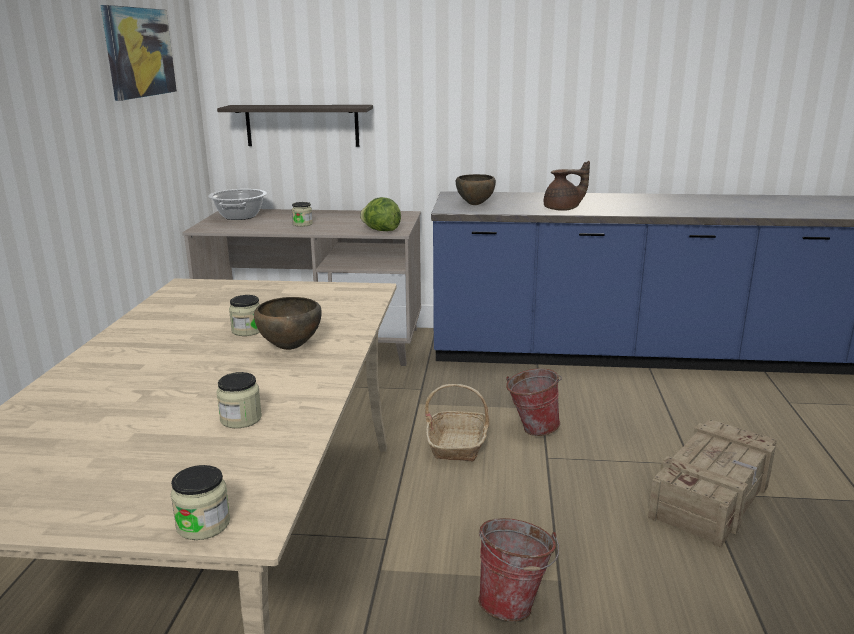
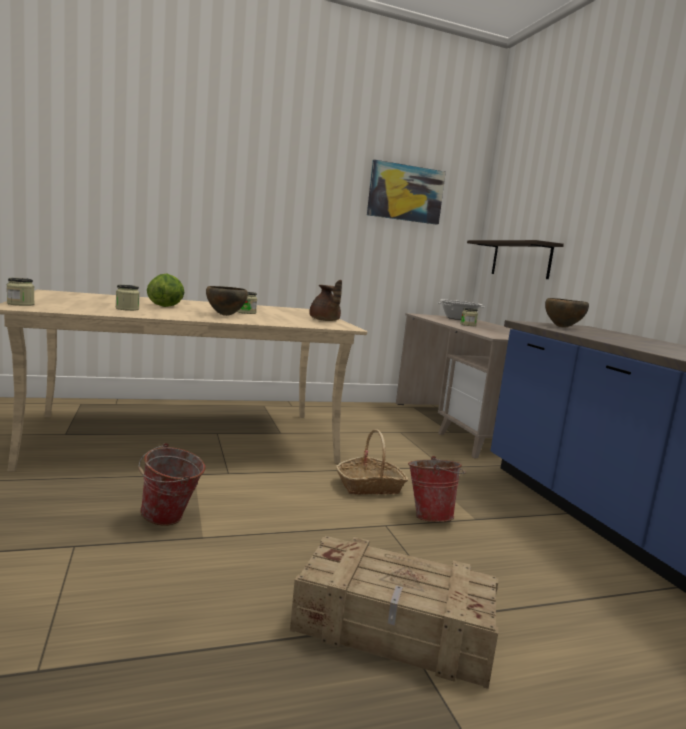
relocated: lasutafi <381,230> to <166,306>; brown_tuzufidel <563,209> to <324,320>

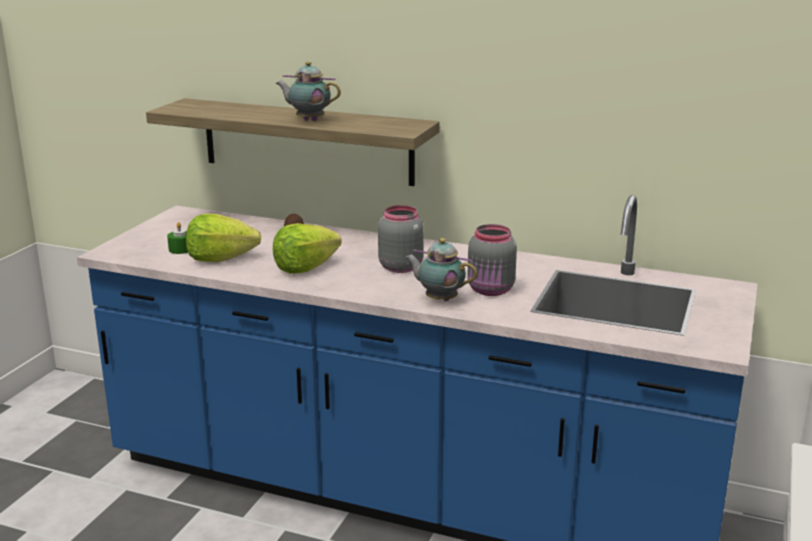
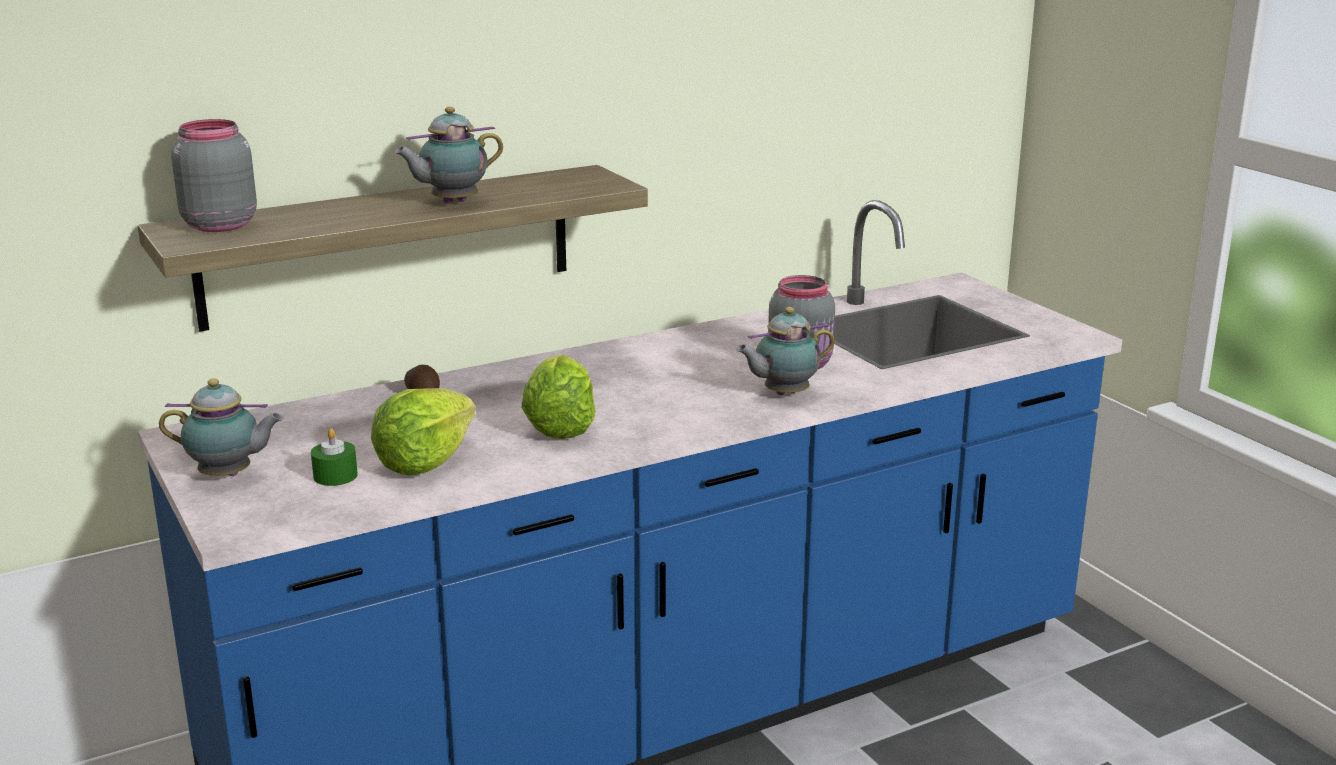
appeared: tuzufidel <229,476>
relocated: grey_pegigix <400,267> to <218,225>

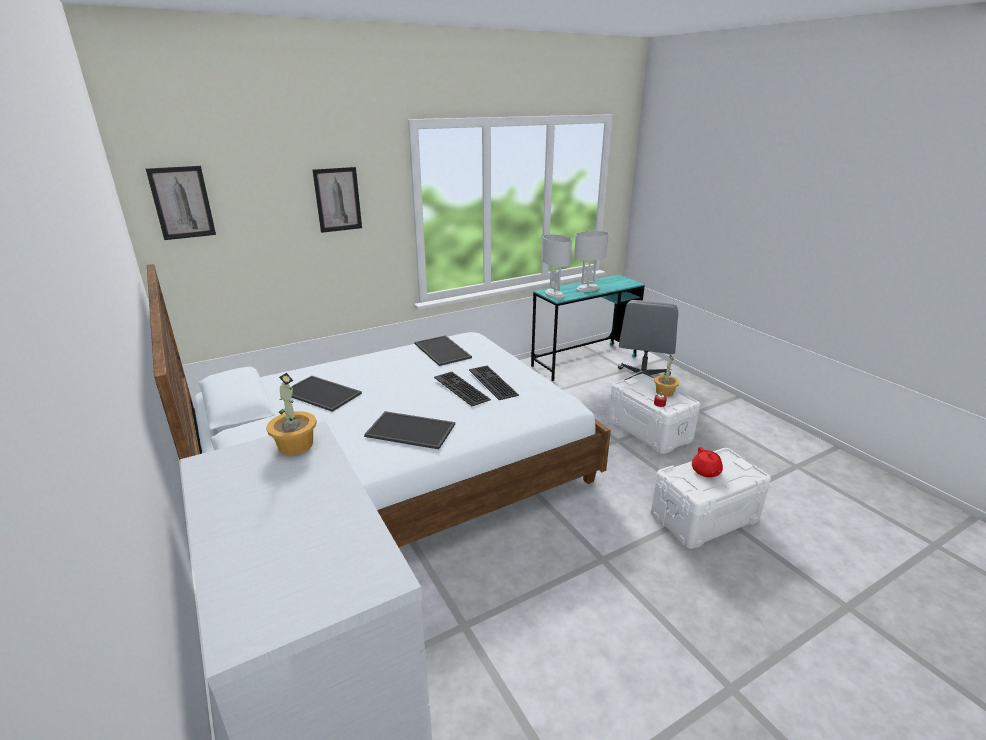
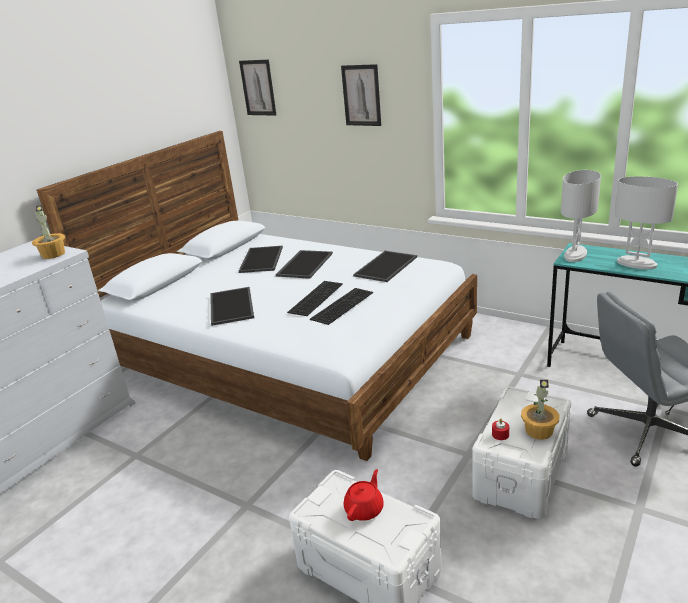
appeared: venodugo <304,264>
spun: red_tuzufidel <706,471> = <365,509> 150 degrees clockwise

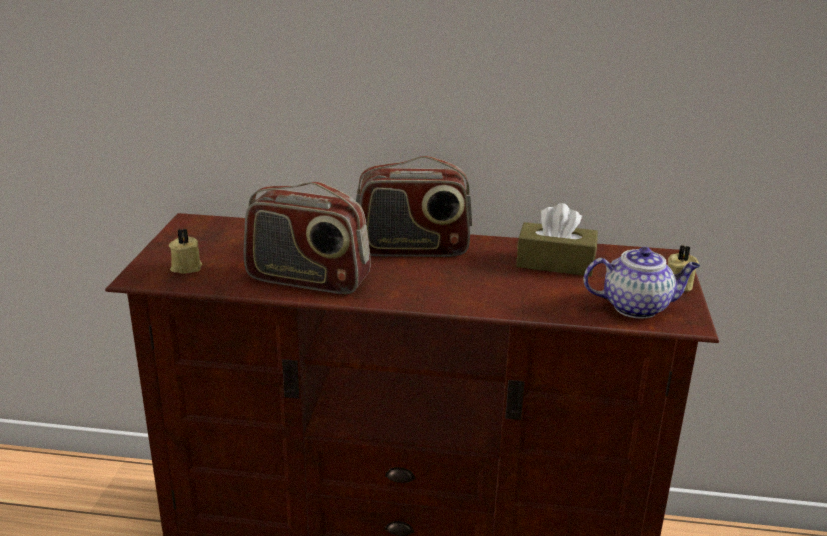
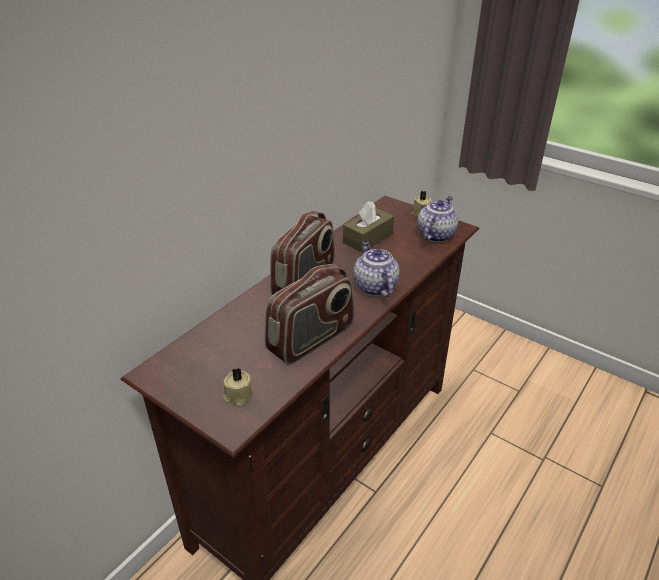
appeared: tuzufidel <374,286>

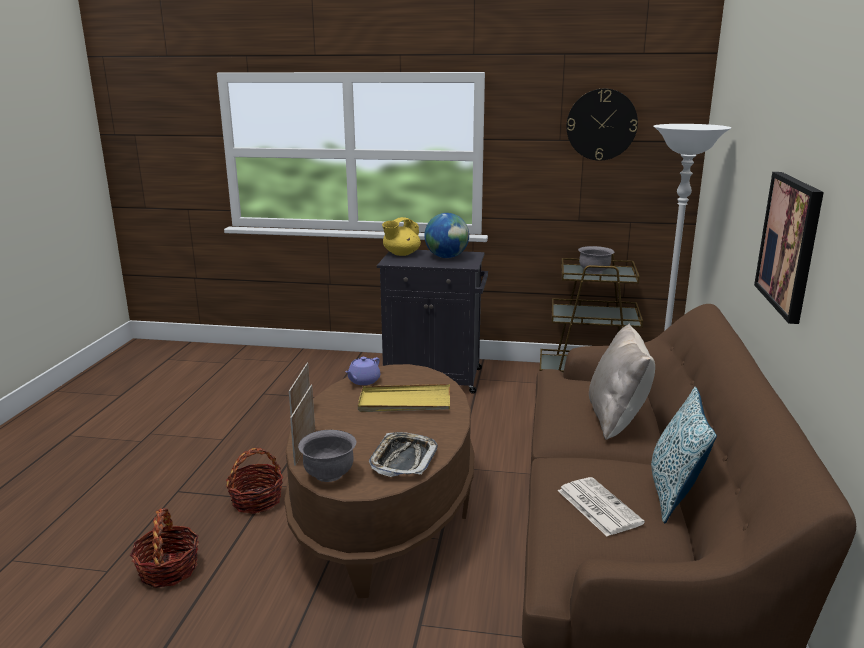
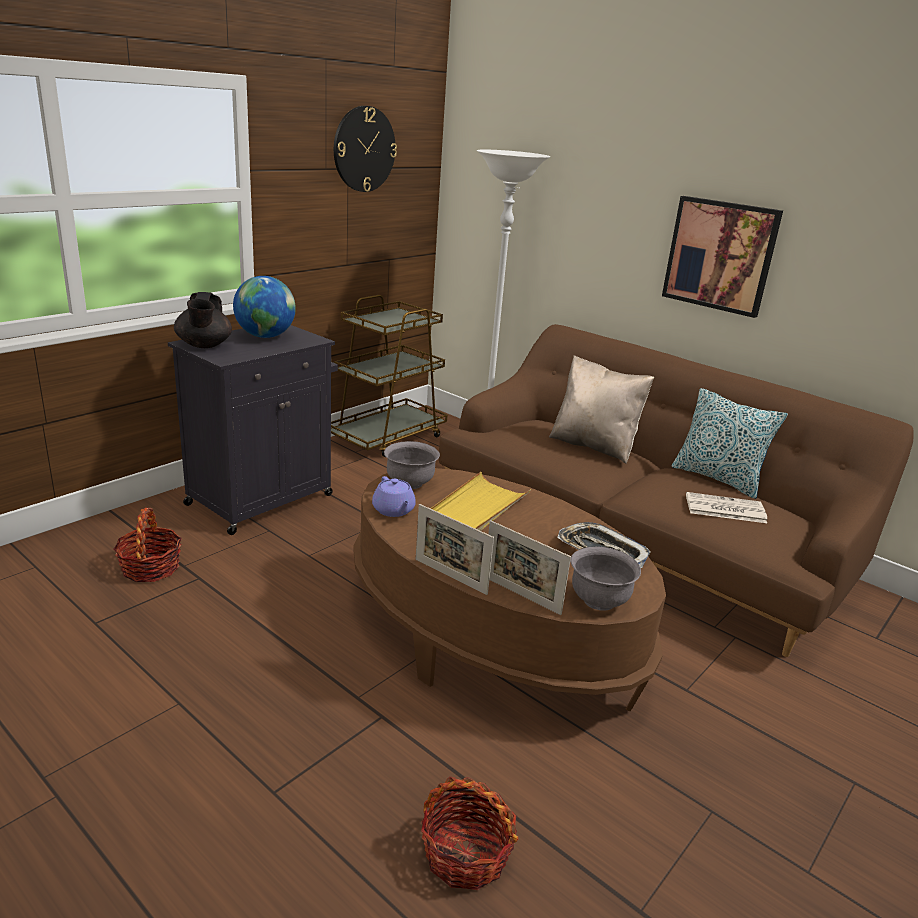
relocated: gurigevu <257,500> to <150,568>; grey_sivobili <594,271> to <410,483>
colour: yellow_tuzufidel <401,254> to black_tuzufidel <204,345>

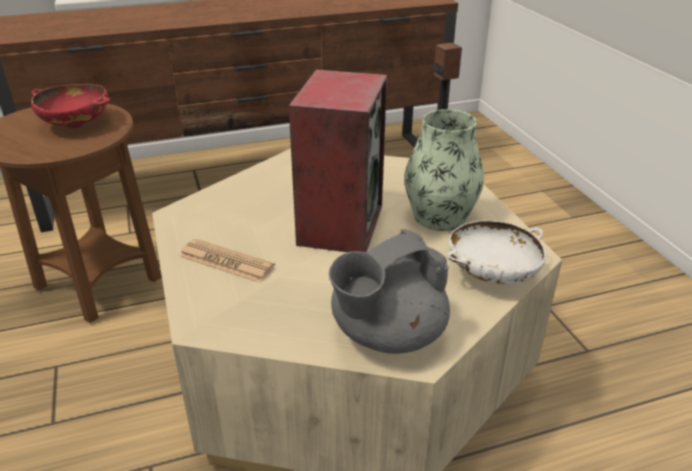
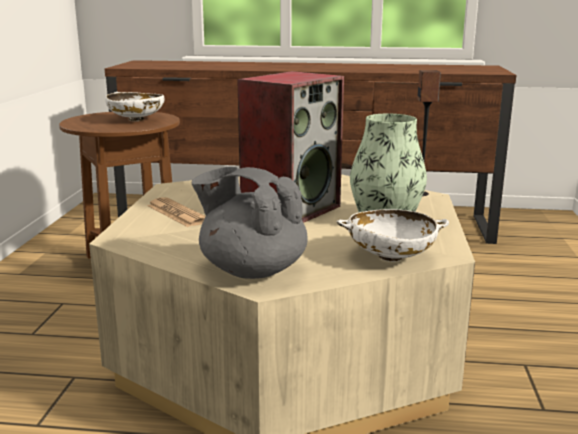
colour: red_sivobili <76,124> to white_sivobili <136,120>
spun: grey_tuzufidel <386,335> = <251,270> 45 degrees clockwise

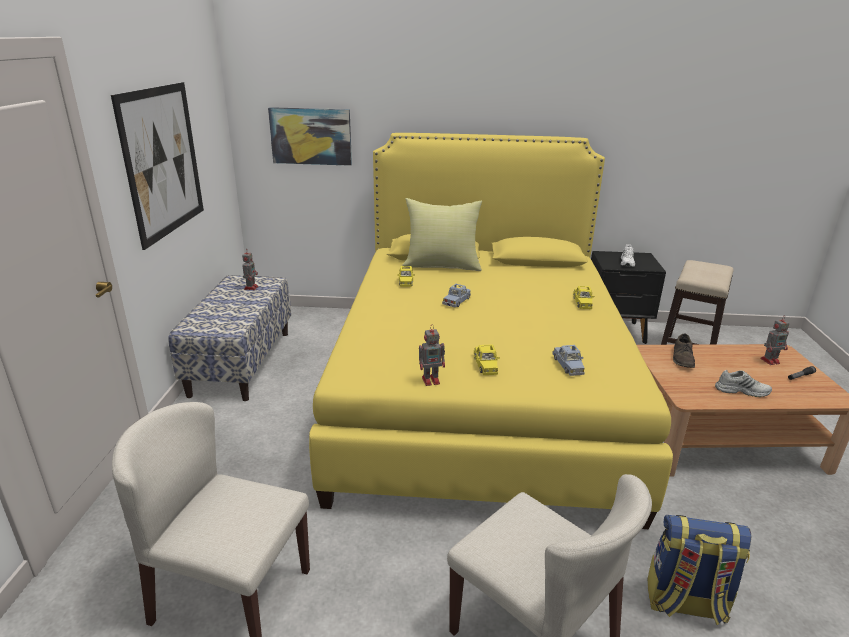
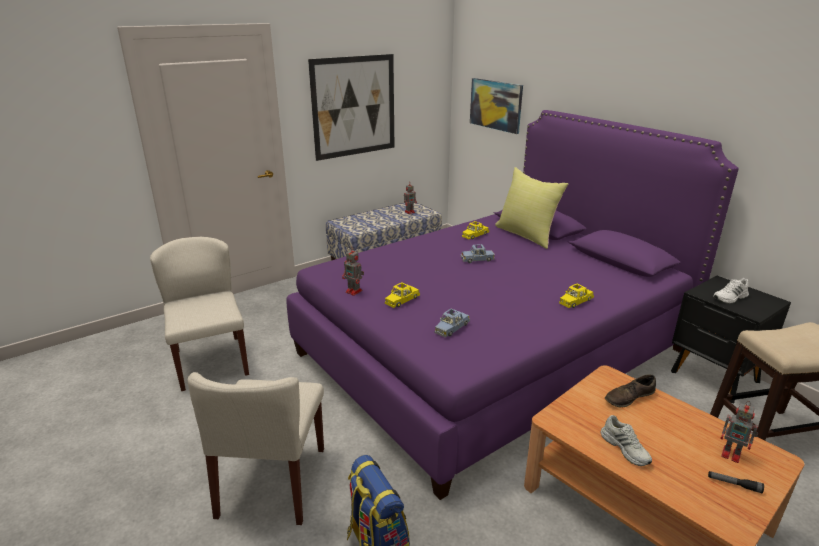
colour: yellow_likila <478,391> to purple_likila <492,351>

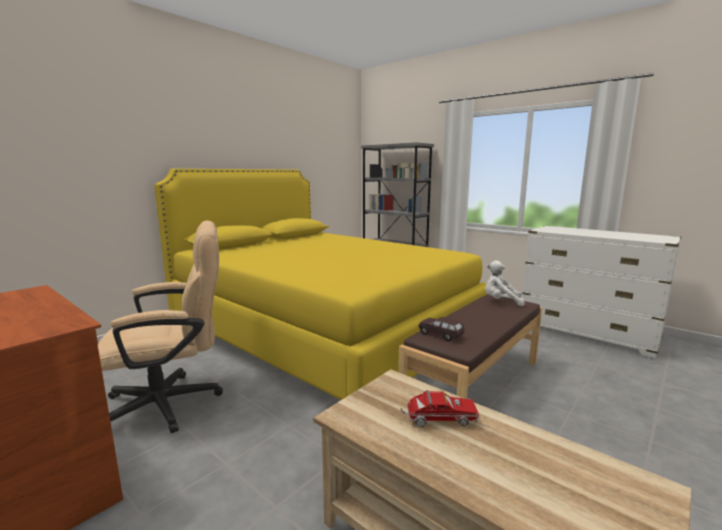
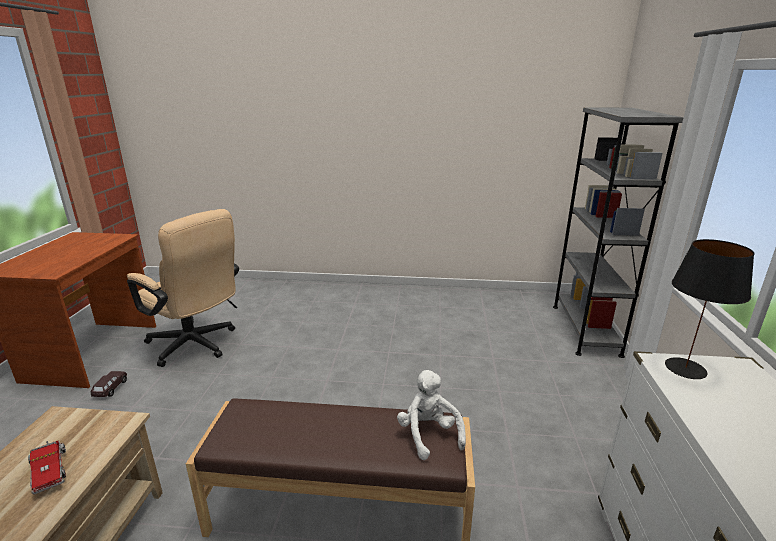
missing: yellow_likila <323,331>
appeared: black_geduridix <685,368>
relocated: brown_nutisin <440,335> to <110,389>

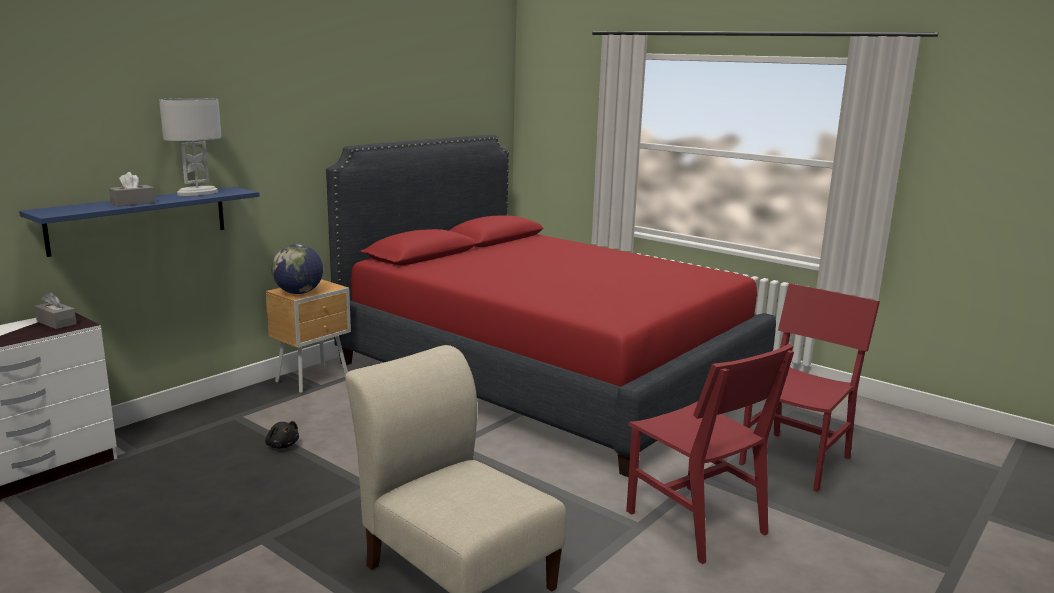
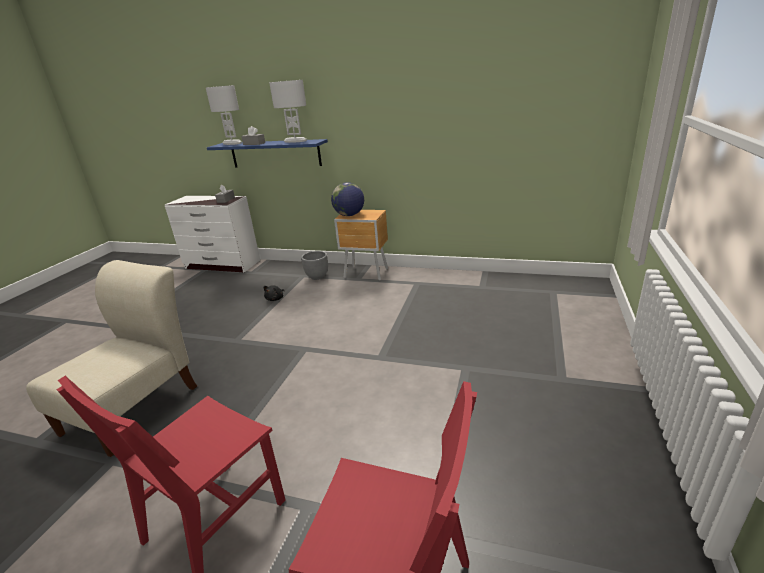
missing: red_likila <546,373>
appeared: white_geduridix <232,143>; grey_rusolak <317,277>

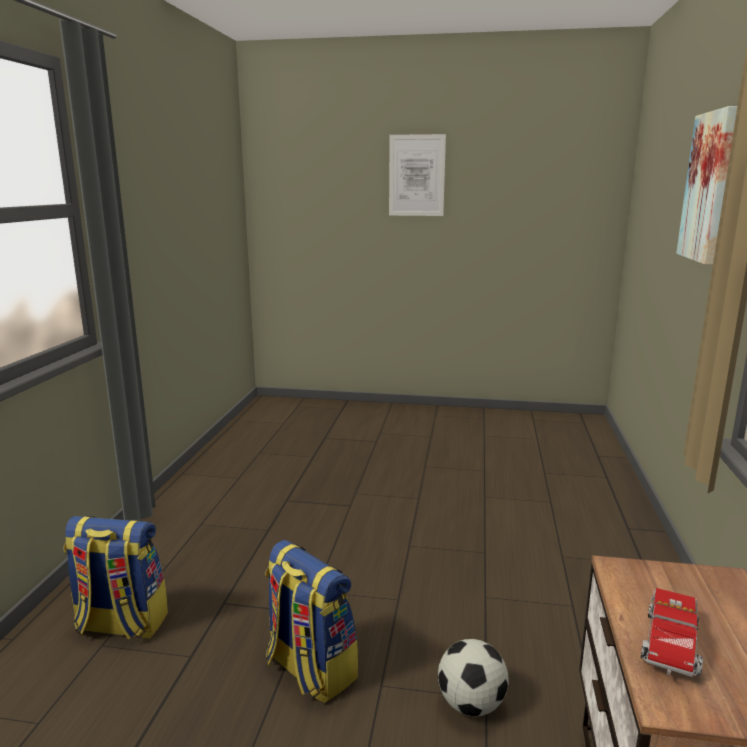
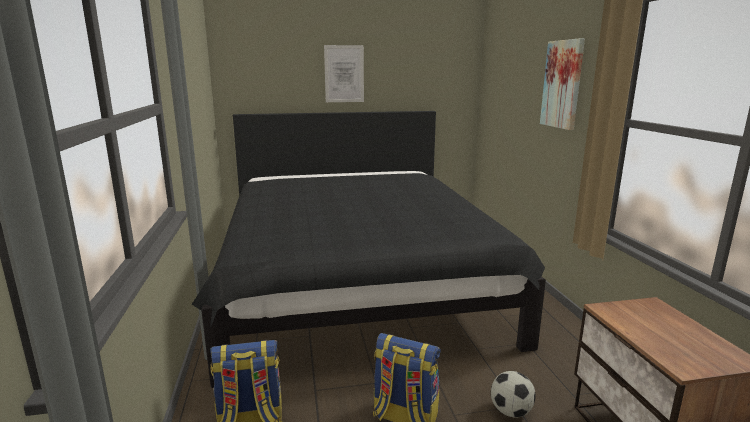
missing: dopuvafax <670,648>
appeared: black_likila <355,285>

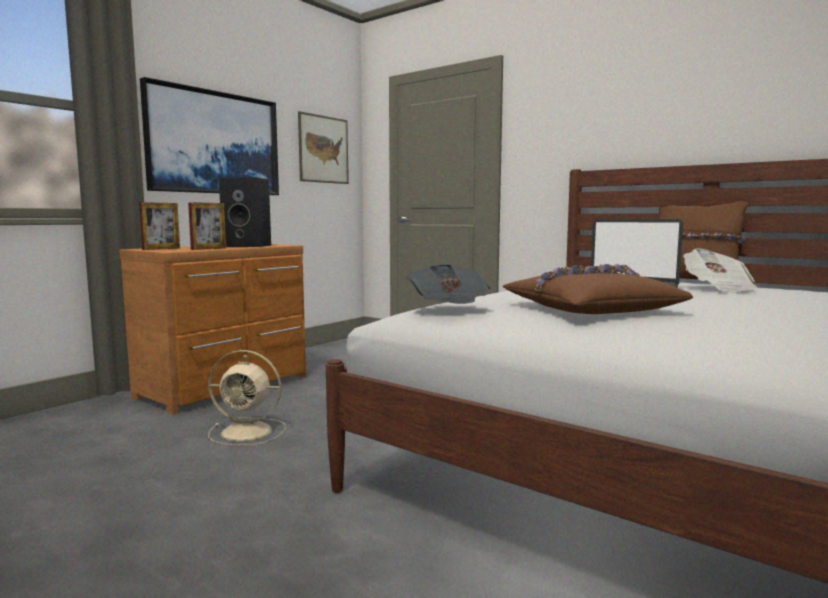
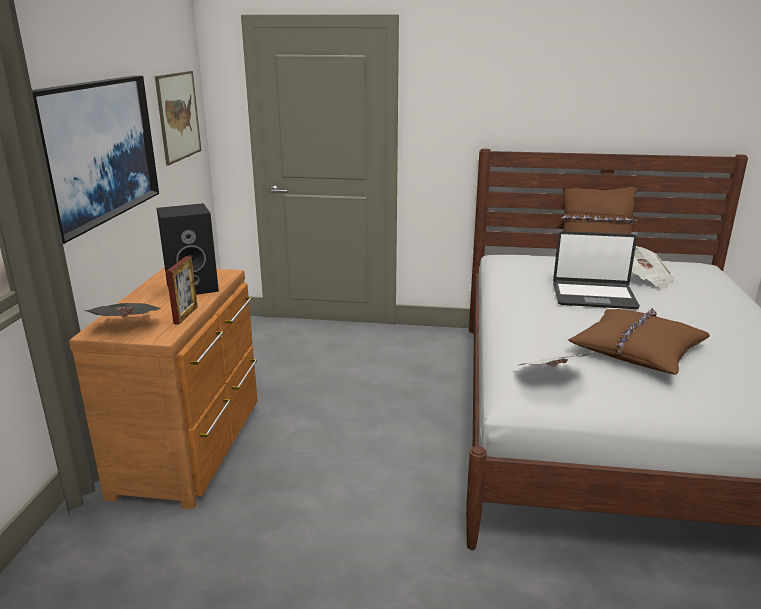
missing: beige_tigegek <249,432>
exchanged: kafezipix <161,249> to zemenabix <127,328>

